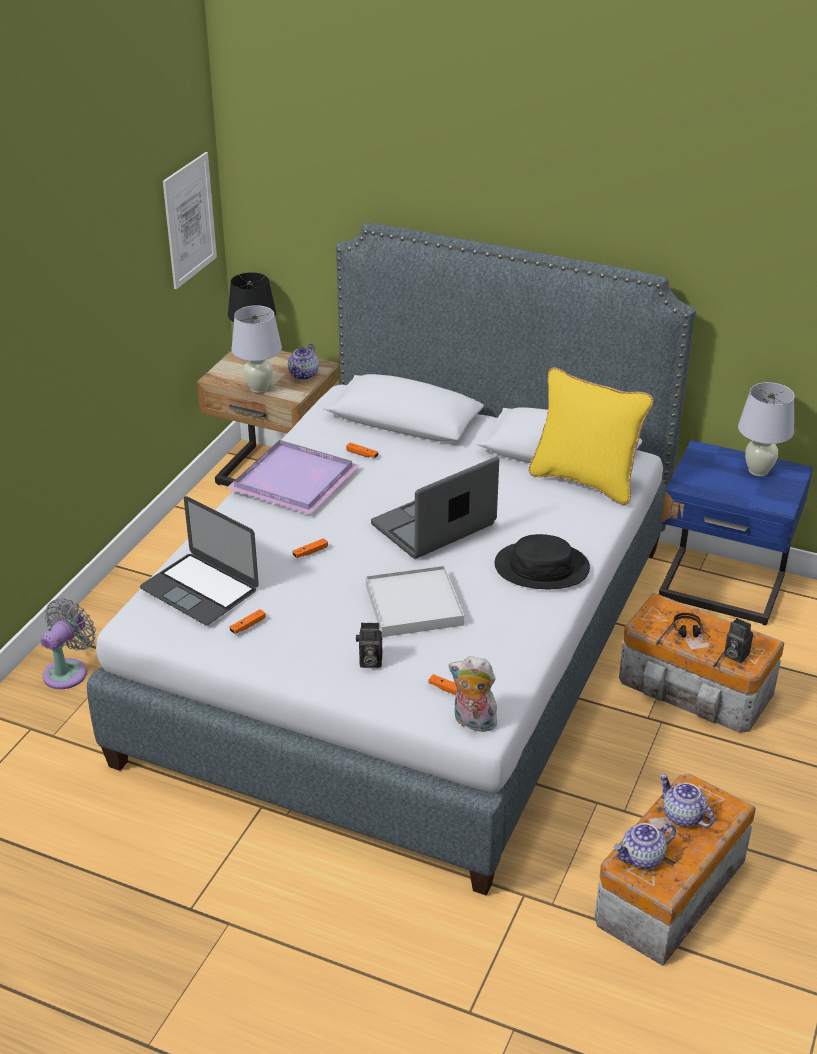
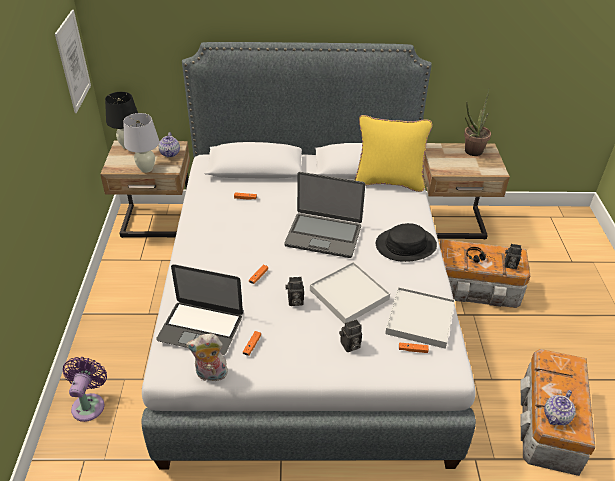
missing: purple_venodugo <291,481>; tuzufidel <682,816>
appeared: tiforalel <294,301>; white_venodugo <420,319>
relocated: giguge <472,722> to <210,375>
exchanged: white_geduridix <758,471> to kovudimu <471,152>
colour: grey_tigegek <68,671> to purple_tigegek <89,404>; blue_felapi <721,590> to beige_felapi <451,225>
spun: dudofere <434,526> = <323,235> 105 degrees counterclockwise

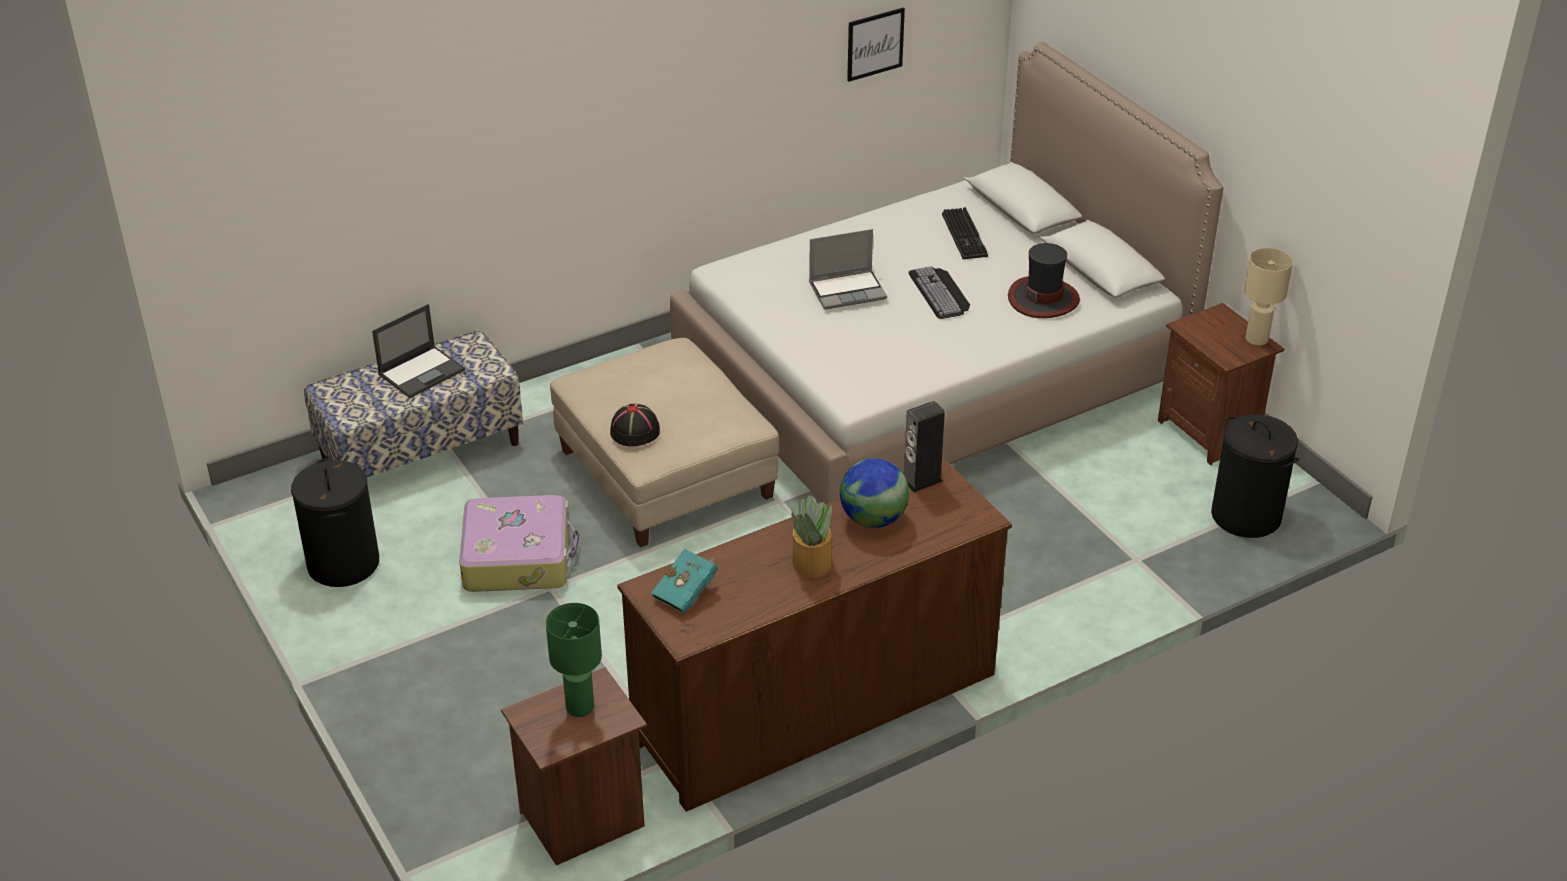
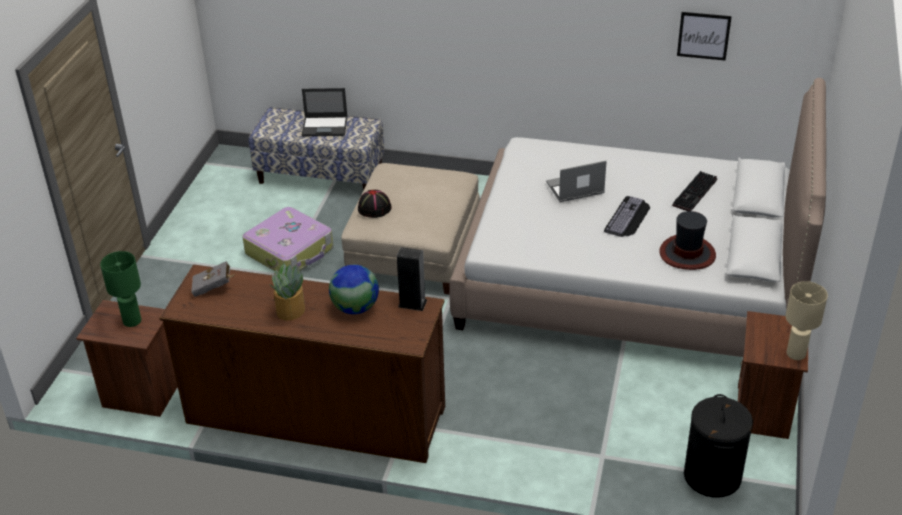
missing: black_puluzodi <343,563>
colour: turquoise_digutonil <688,592> to grey_digutonil <214,288>
spun: dudofere <848,290> = <574,189> 135 degrees clockwise

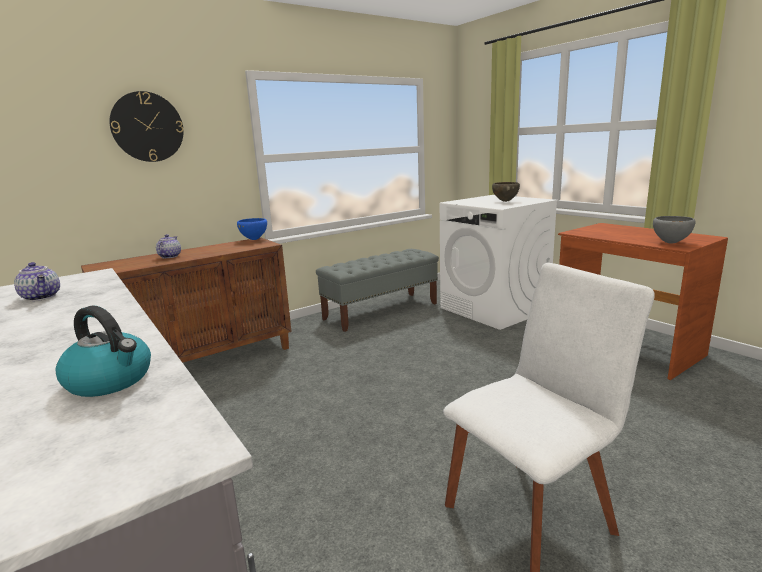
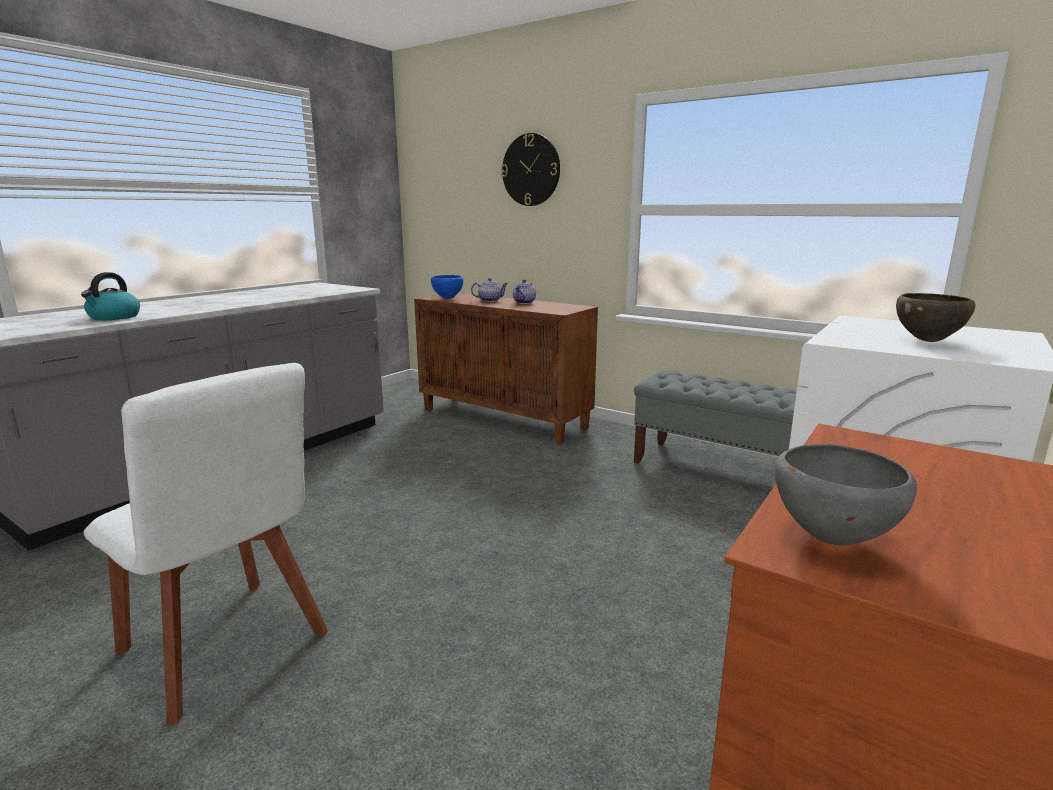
relocated: tuzufidel <42,297> to <524,302>; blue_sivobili <254,239> to <448,298>

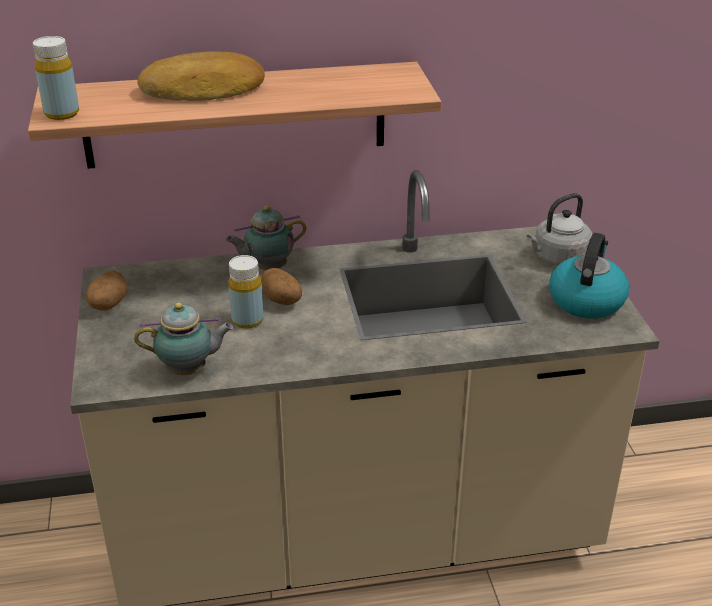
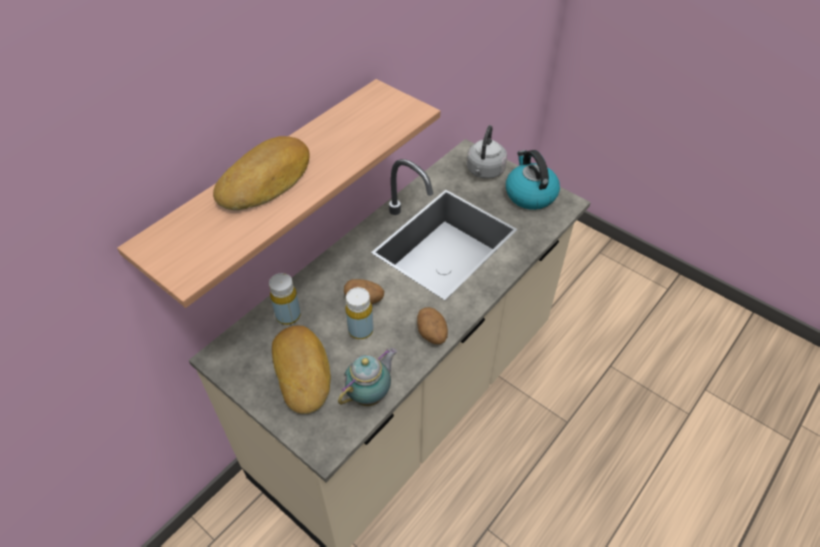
missing: tuzufidel <267,268>
appeared: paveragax <303,371>
relocated: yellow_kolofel <62,113> to <288,315>; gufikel <108,305> to <432,334>

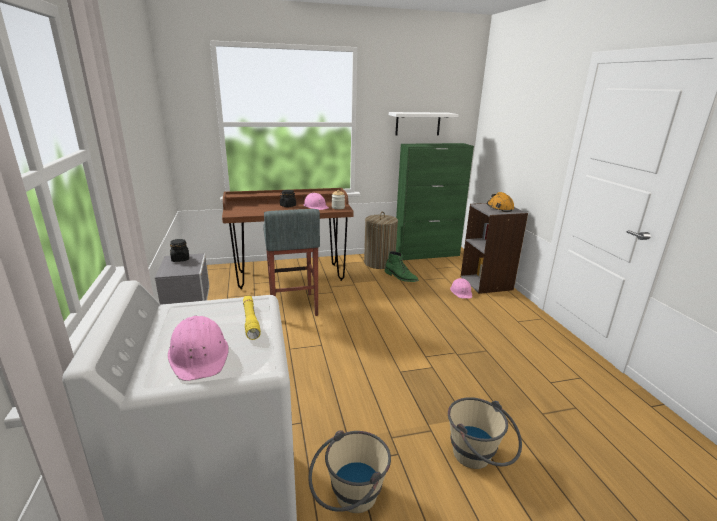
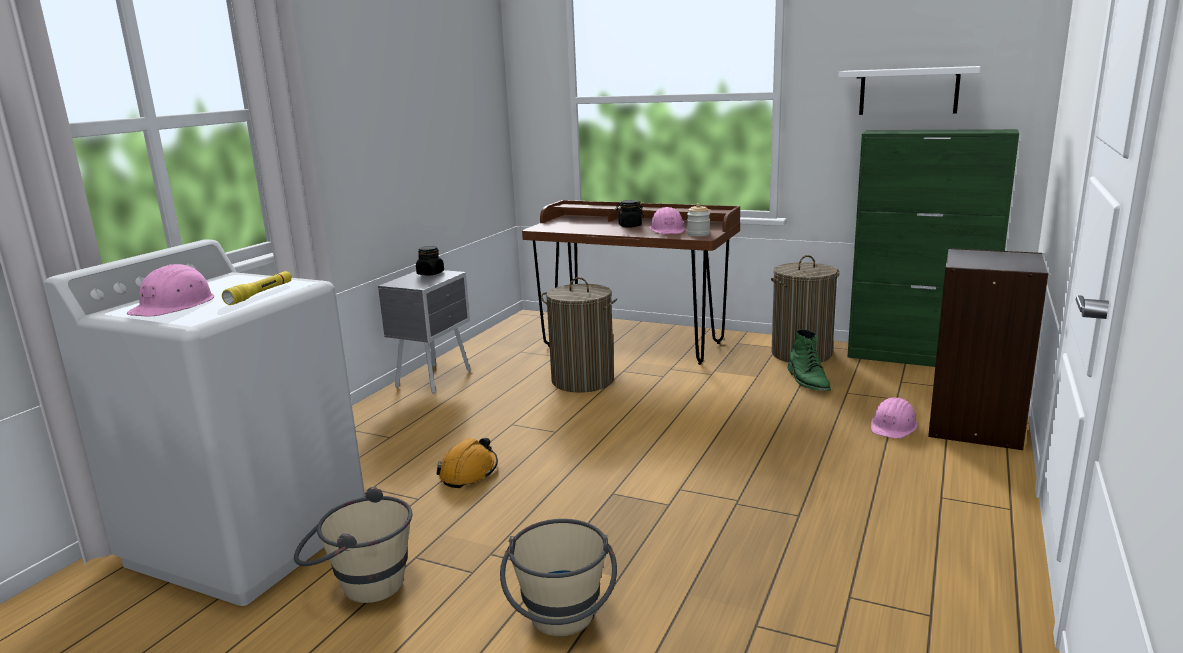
relocated: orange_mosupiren <499,208> to <469,472>
exchanged: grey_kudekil <292,307> to puluzodi <582,380>

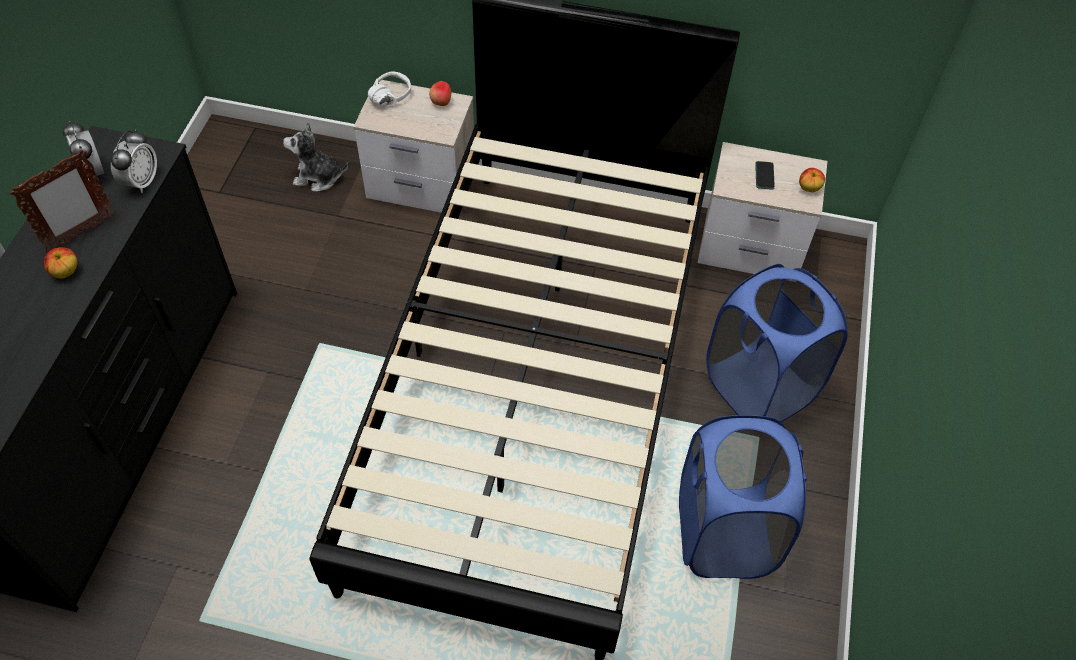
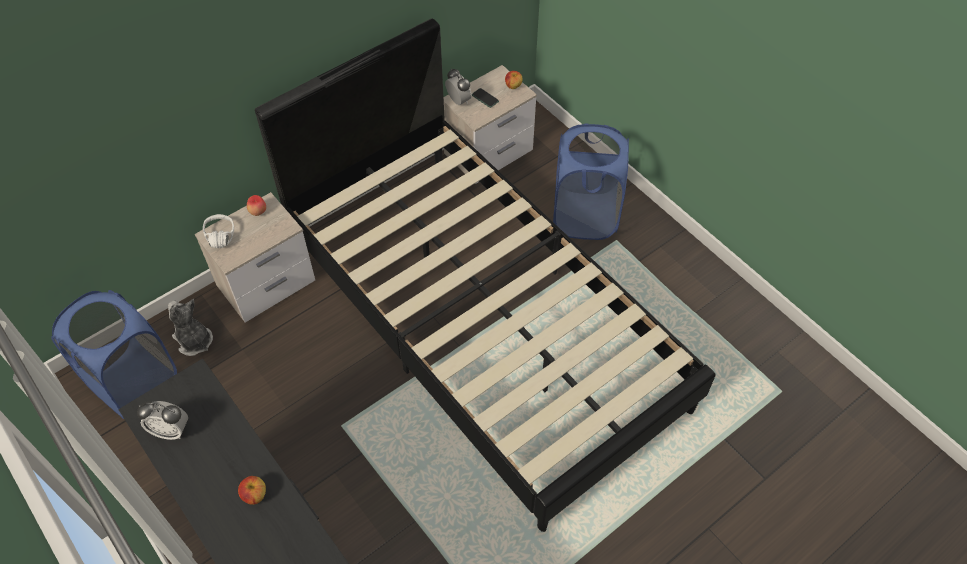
missing: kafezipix <81,234>
relocated: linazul <141,182> to <458,101>; blue_puluzodi <724,534> to <135,384>
spun: giguge <318,177> = <194,340> 90 degrees clockwise

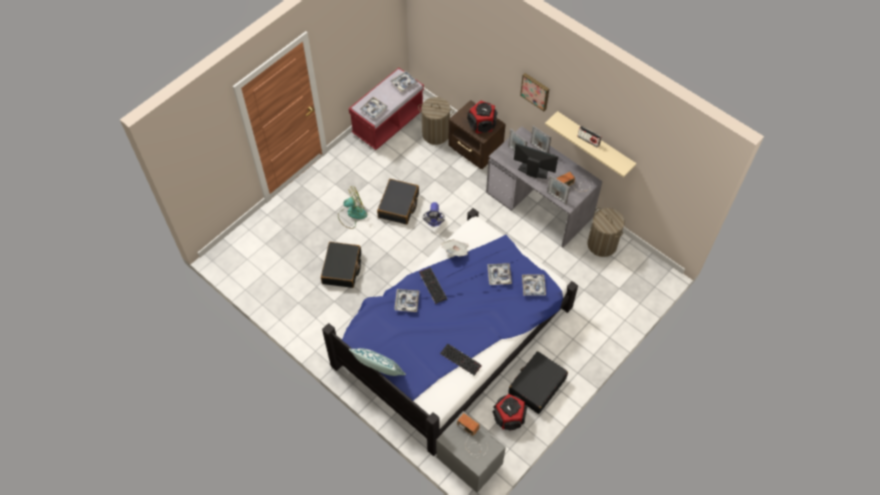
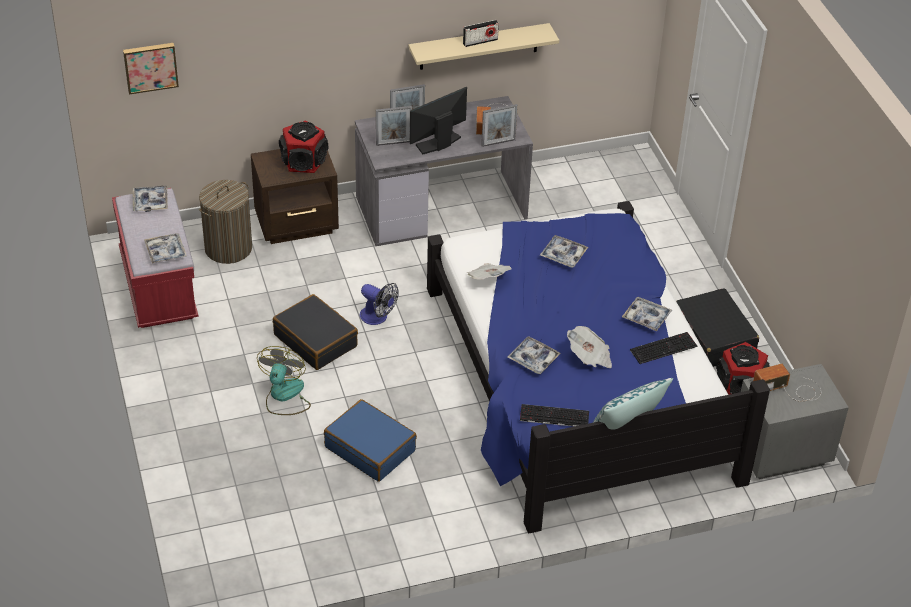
missing: puluzodi <602,244>
appeared: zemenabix <589,357>
relocated: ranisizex <432,285> to <553,417>; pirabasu <535,91> to <150,66>; venodugo <533,286> to <646,317>
colour: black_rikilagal <342,268> to blue_rikilagal <370,448>

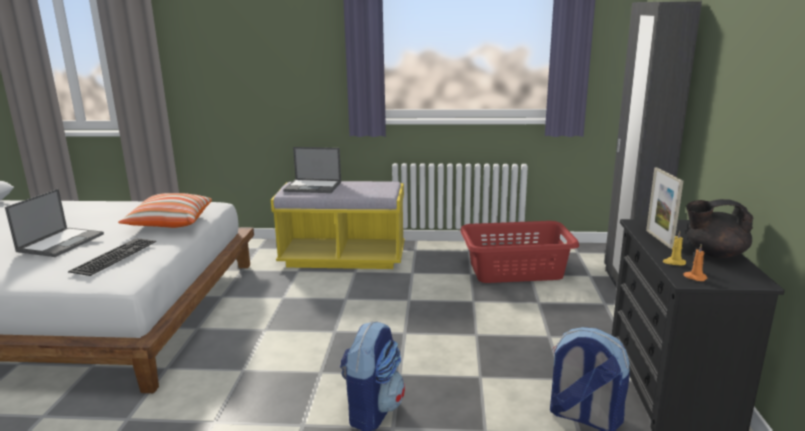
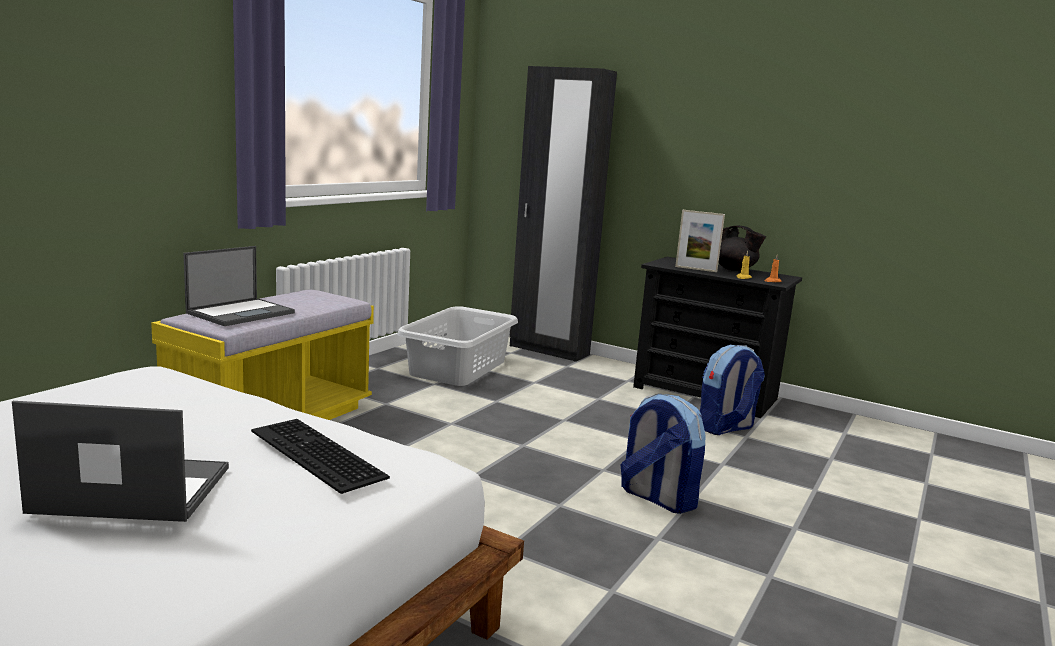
missing: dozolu <170,223>
colour: red_puluzodi <515,270> to grey_puluzodi <457,368>
spun: dudofere <61,242> = <130,490> 45 degrees counterclockwise; black_tuzufidel <714,253> = <735,270> 75 degrees counterclockwise

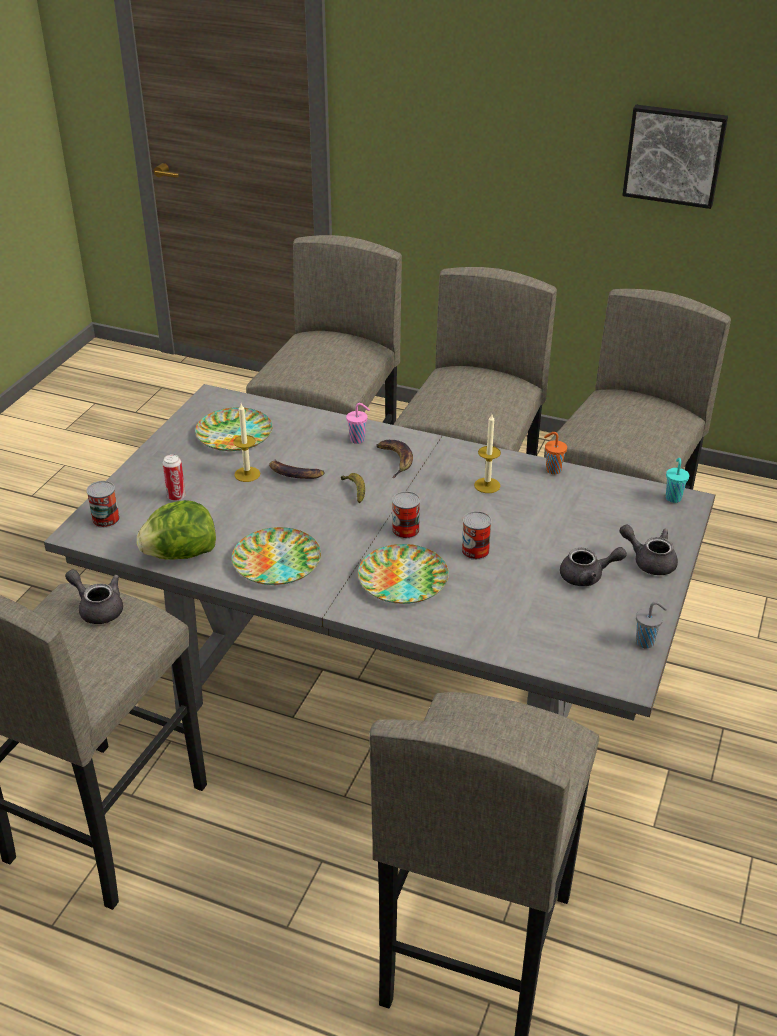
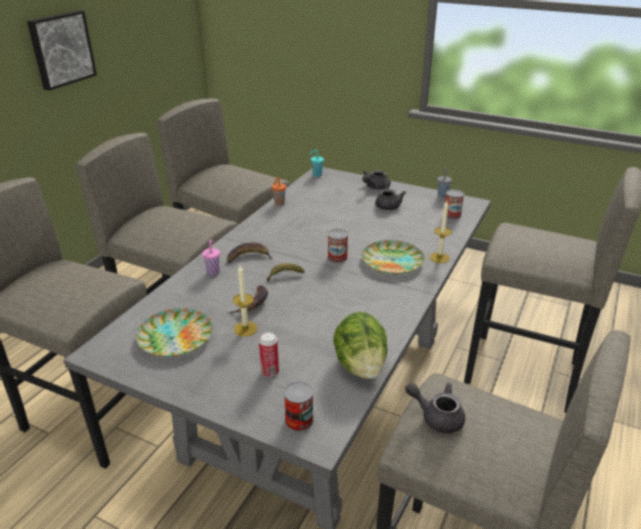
missing: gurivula <277,562>
relocated: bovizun <475,551> to <452,215>; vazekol <487,485> to <439,257>
spun: grey_tuzufidel <98,608> = <437,416> 75 degrees clockwise

